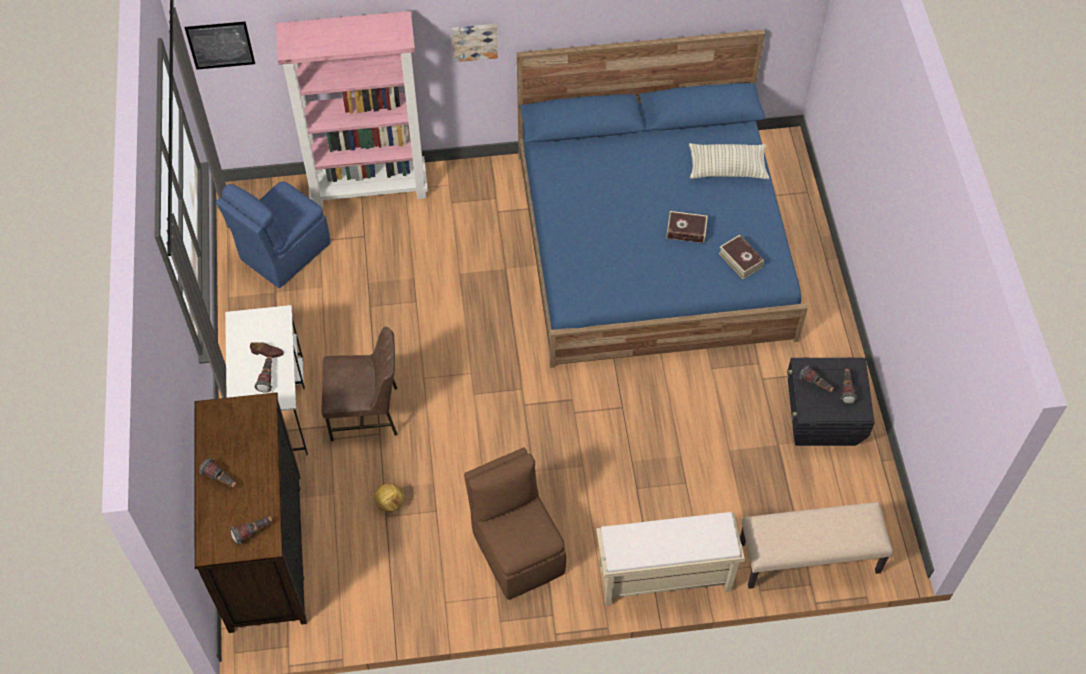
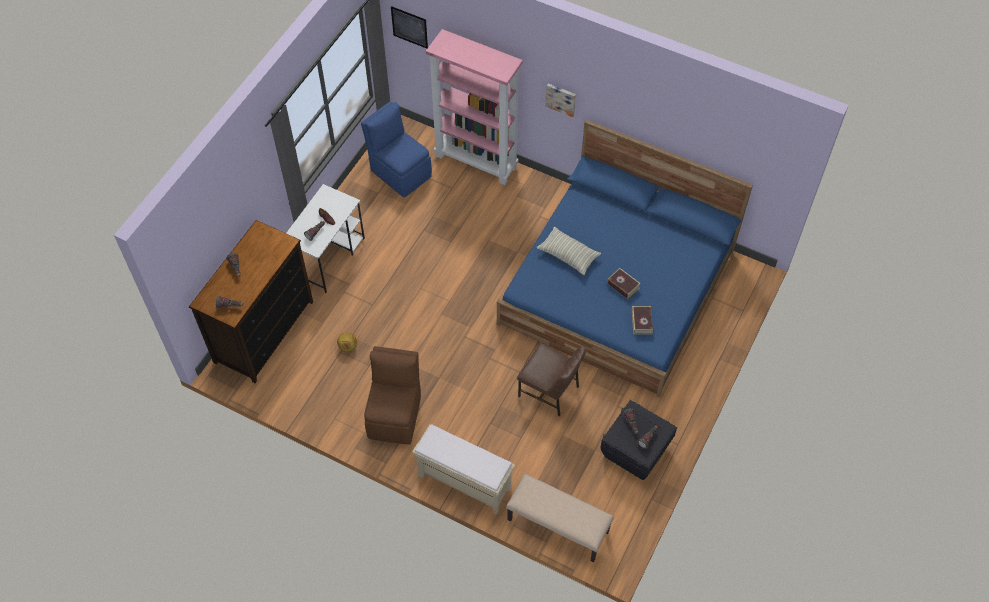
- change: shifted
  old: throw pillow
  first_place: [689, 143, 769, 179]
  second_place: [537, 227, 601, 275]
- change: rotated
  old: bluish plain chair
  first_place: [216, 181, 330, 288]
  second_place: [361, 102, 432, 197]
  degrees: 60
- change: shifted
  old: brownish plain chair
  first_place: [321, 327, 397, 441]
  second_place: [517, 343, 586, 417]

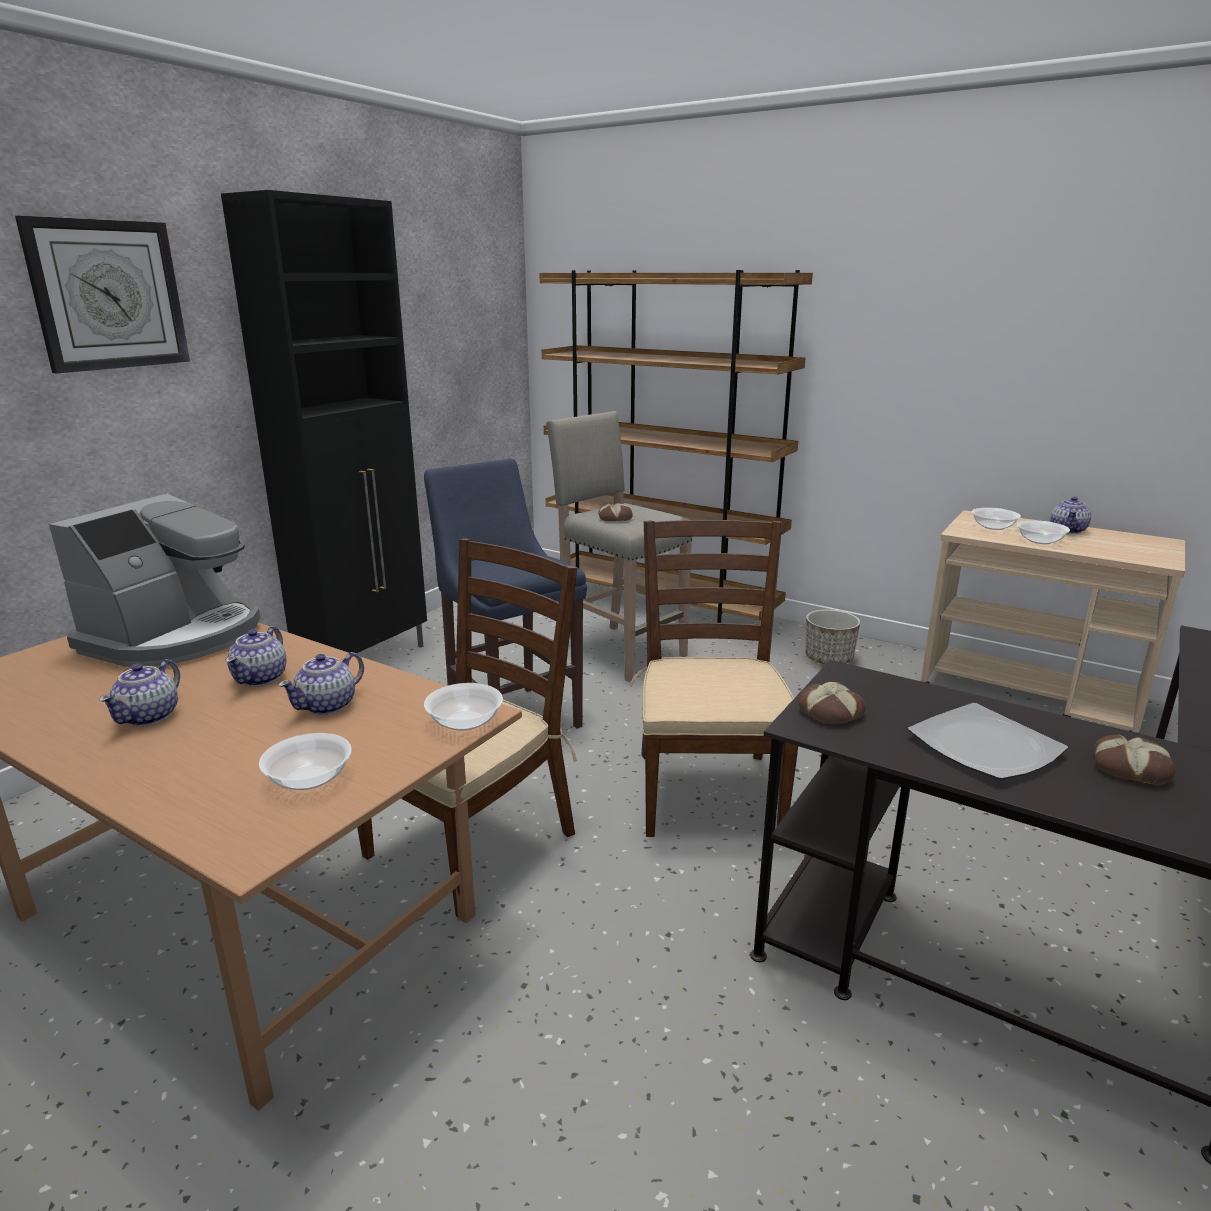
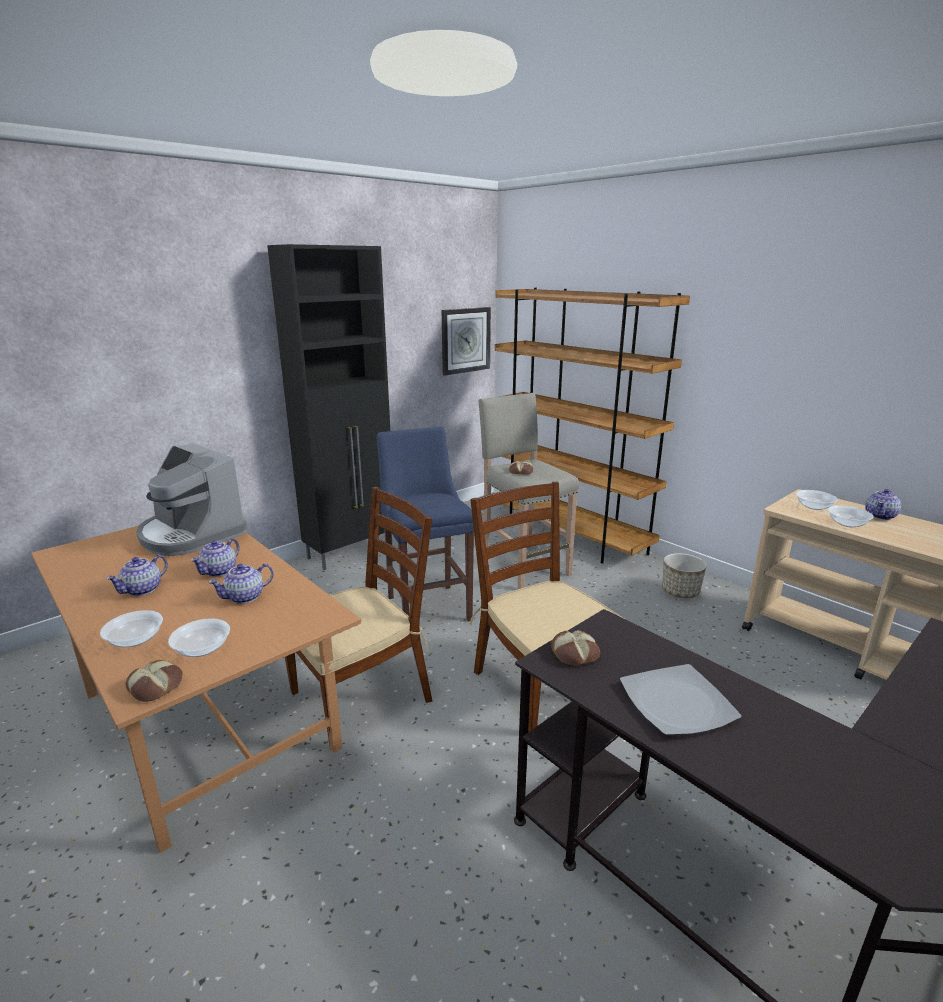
- change: shifted
  old: wall clock
  first_place: [15, 216, 190, 374]
  second_place: [442, 307, 491, 375]
- change: rotated
  old: coffee machine
  first_place: [49, 494, 260, 667]
  second_place: [136, 443, 247, 556]
  degrees: 90
- change: rotated
  old: brownish plain chair
  first_place: [630, 520, 798, 837]
  second_place: [469, 482, 623, 732]
  degrees: -45
- change: shifted
  old: bowl
  first_place: [424, 683, 503, 731]
  second_place: [100, 610, 163, 648]
- change: shifted
  old: bread
  first_place: [1094, 734, 1175, 785]
  second_place: [126, 660, 183, 702]

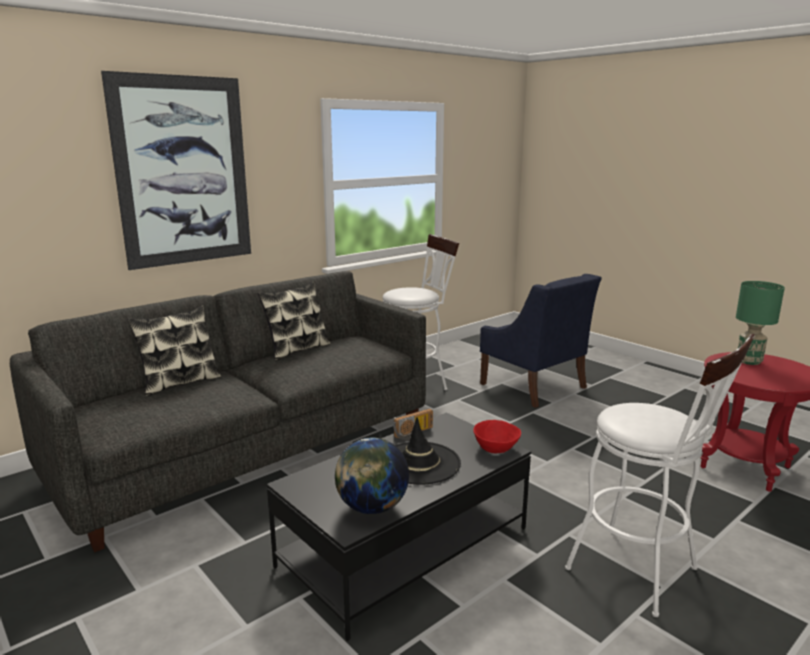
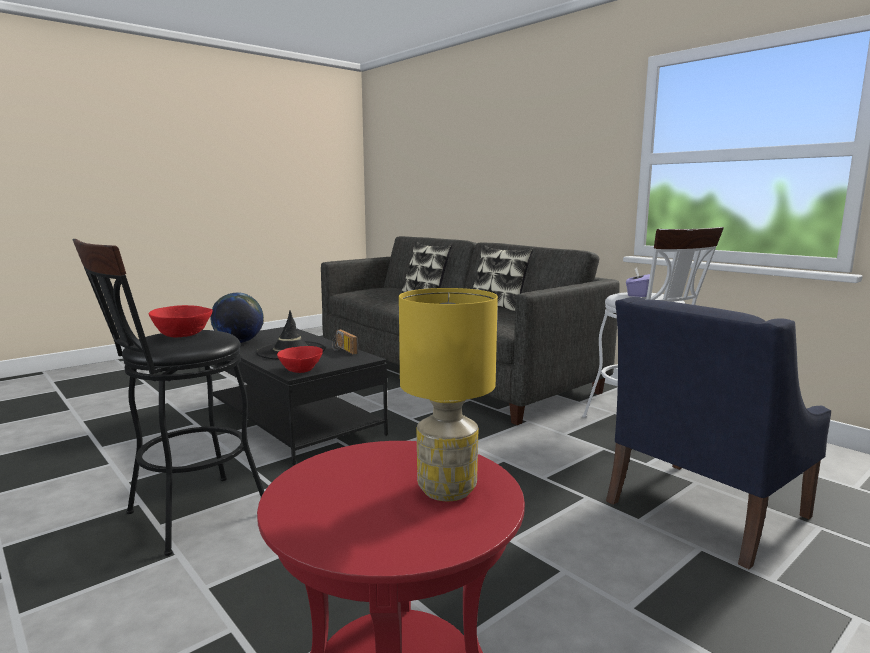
- change: gone
  old: wall art
  first_place: [101, 71, 251, 270]
- change: repainted
  old: greenish tabletop lamp
  new: yellow-coloured tabletop lamp
  first_place: [736, 281, 785, 365]
  second_place: [399, 288, 498, 501]
- change: repainted
  old: white stool
  new: black-coloured stool
  first_place: [565, 334, 755, 617]
  second_place: [72, 239, 264, 556]
- change: new
  new: purple tissue holder
  second_place: [626, 268, 650, 297]
- change: new
  new: red bowl
  second_place: [149, 305, 213, 337]

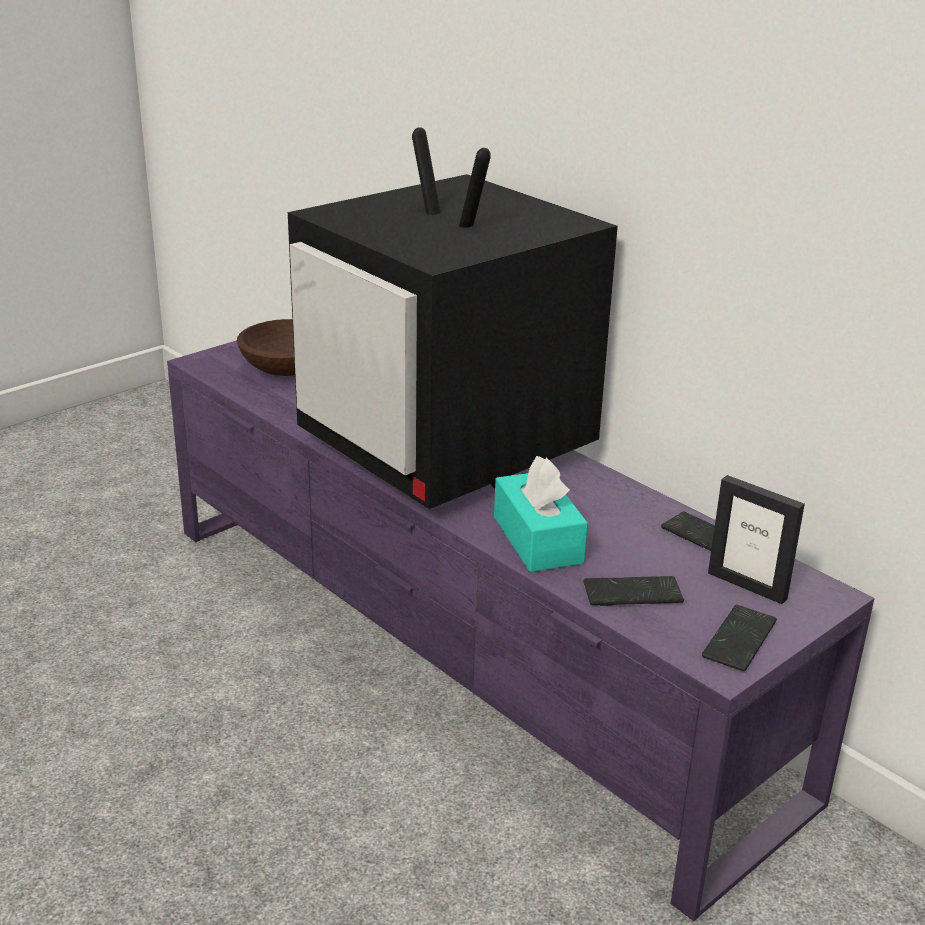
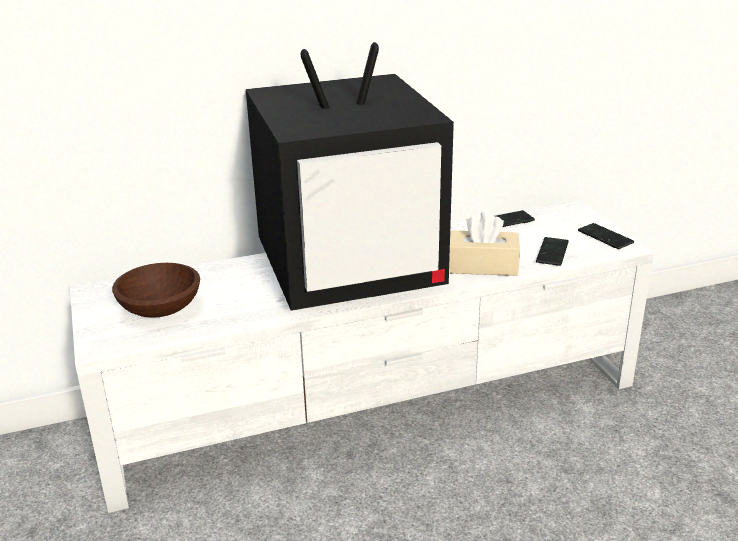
- change: repainted
  old: purple tv unit
  new: white tv unit
  first_place: [167, 340, 875, 921]
  second_place: [70, 200, 654, 513]
- change: repainted
  old: turquoise-coloured tissue holder
  new: sand-coloured tissue holder
  first_place: [494, 456, 588, 572]
  second_place: [449, 211, 520, 276]
- change: gone
  old: standing frame
  first_place: [708, 475, 805, 604]

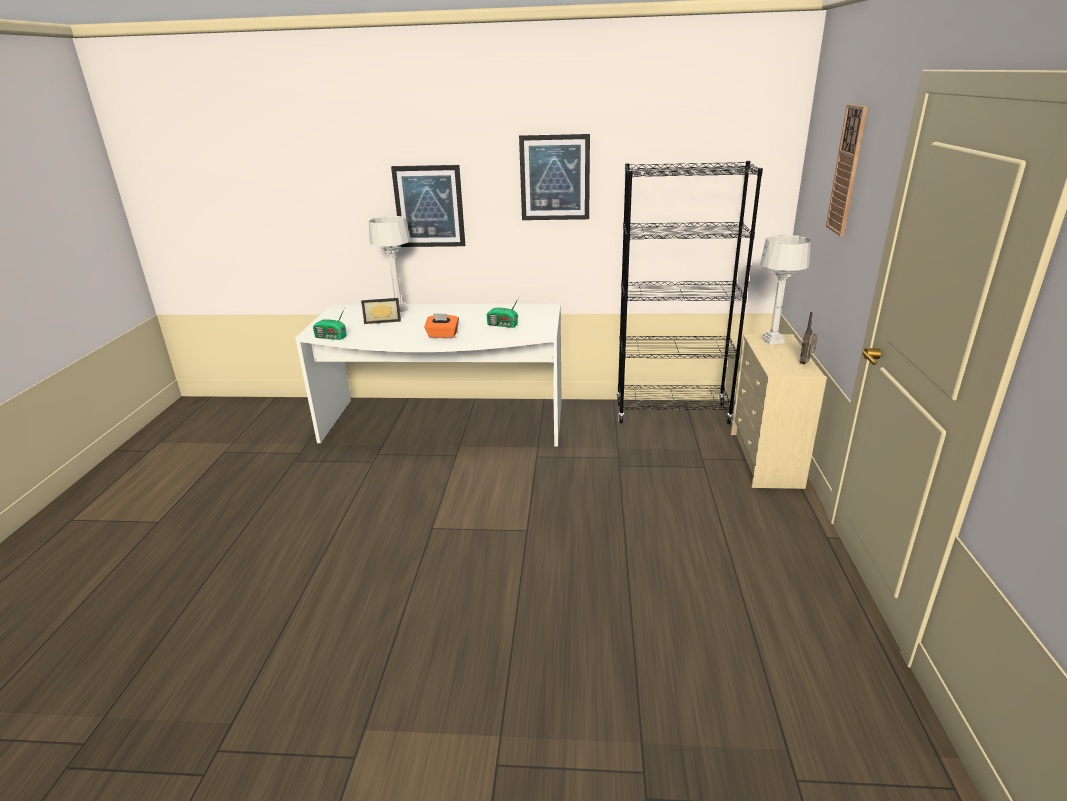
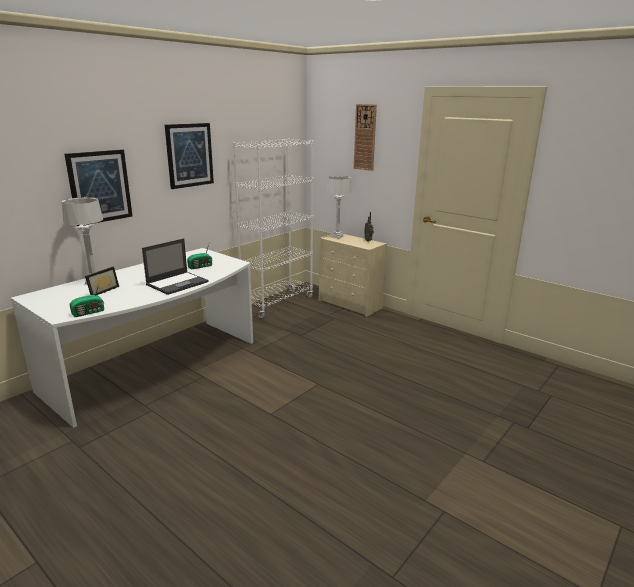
- change: repainted
  old: black-coloured bookcase
  new: white bookcase
  first_place: [617, 161, 763, 424]
  second_place: [233, 138, 314, 318]
- change: swapped
  old: orangey tissue holder
  new: notebook computer
  first_place: [424, 313, 459, 338]
  second_place: [142, 238, 208, 295]

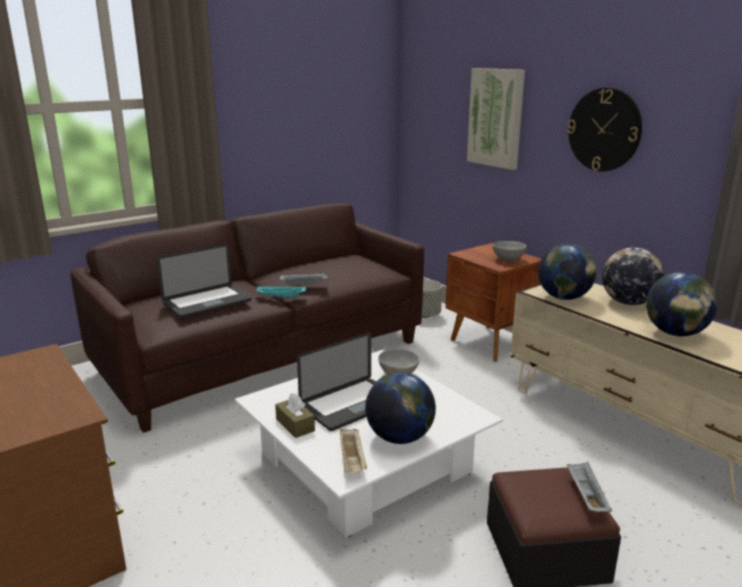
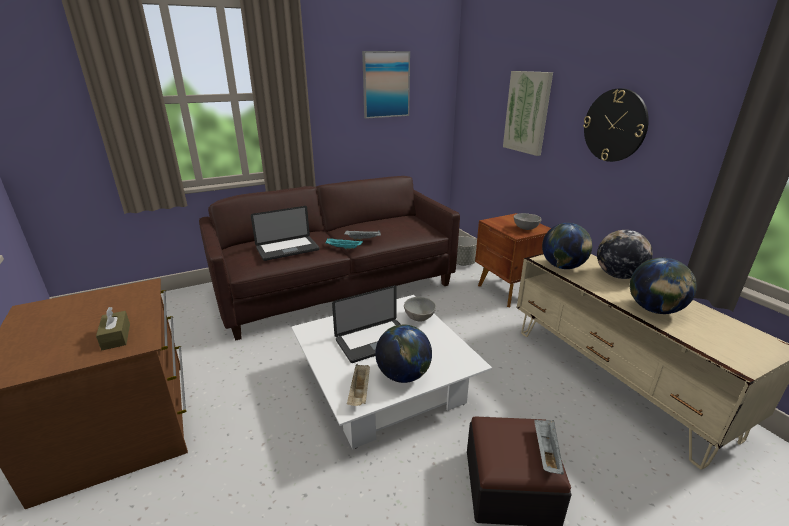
- change: shifted
  old: brownish tissue holder
  first_place: [275, 393, 315, 438]
  second_place: [96, 307, 130, 350]
- change: new
  new: wall art
  second_place: [362, 51, 410, 119]

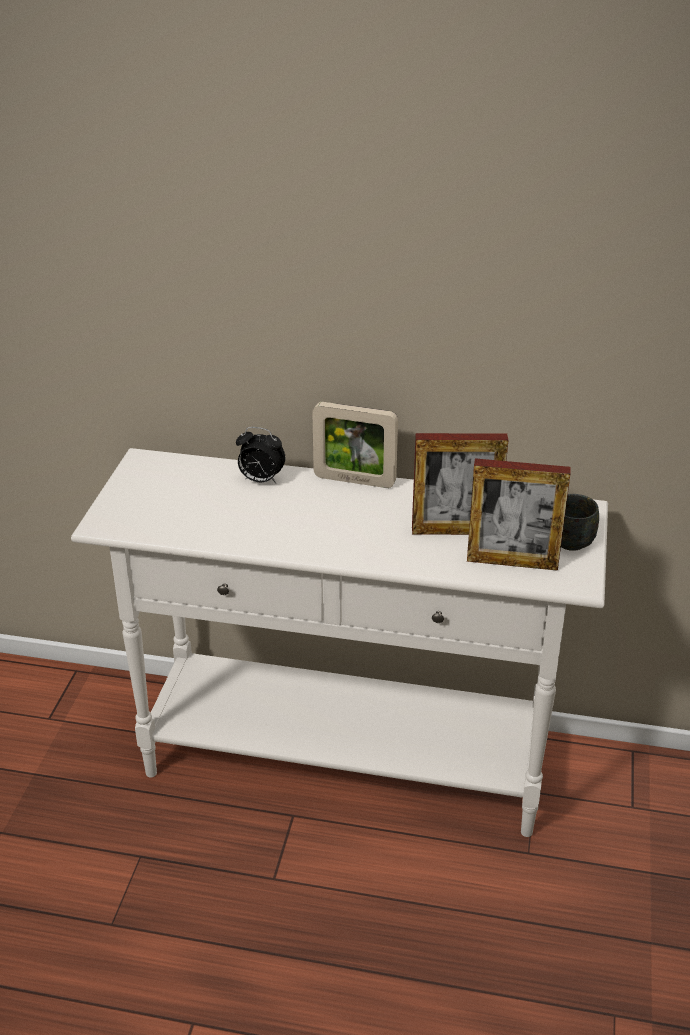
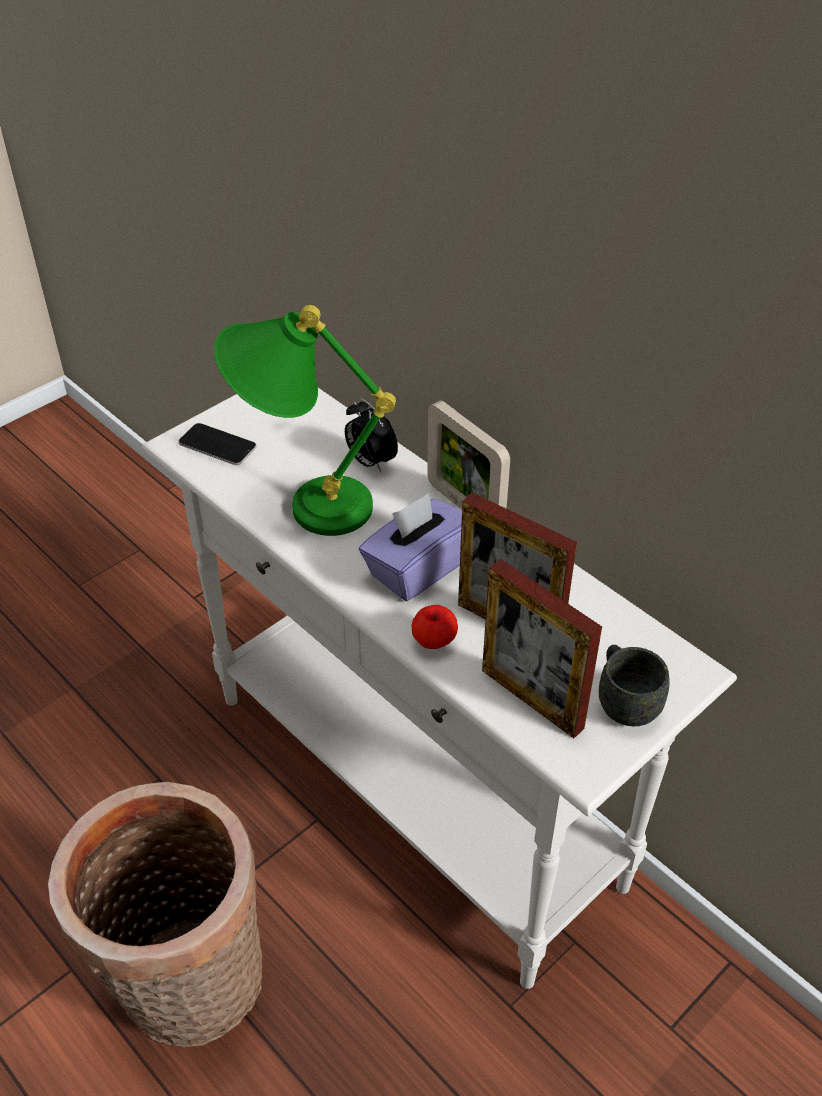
- change: new
  new: greenish tabletop lamp
  second_place: [214, 305, 396, 536]
- change: new
  new: handset
  second_place: [179, 423, 257, 465]
- change: new
  new: purple tissue holder
  second_place: [359, 493, 462, 601]
- change: new
  new: apple fruit
  second_place: [412, 605, 458, 649]
- change: new
  new: household basket
  second_place: [48, 782, 263, 1047]

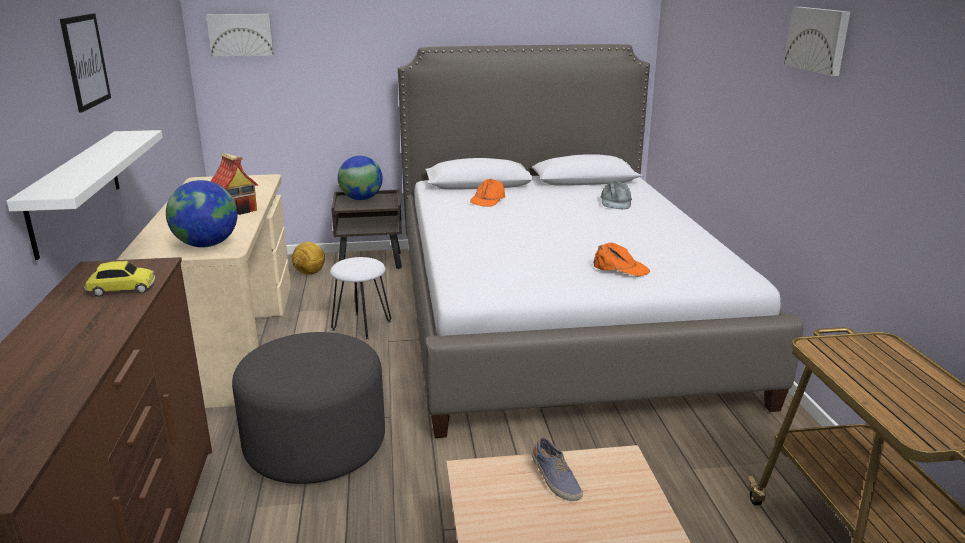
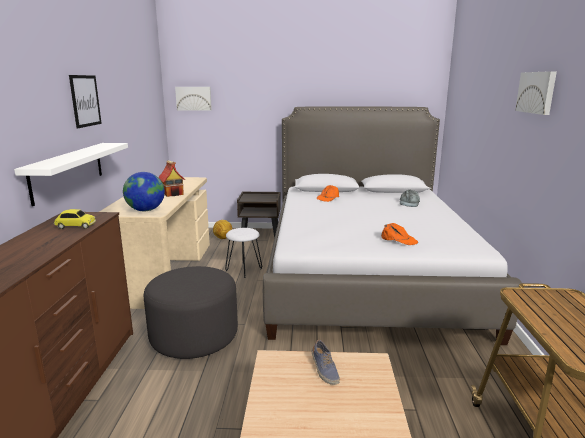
- change: gone
  old: globe
  first_place: [338, 156, 383, 200]

